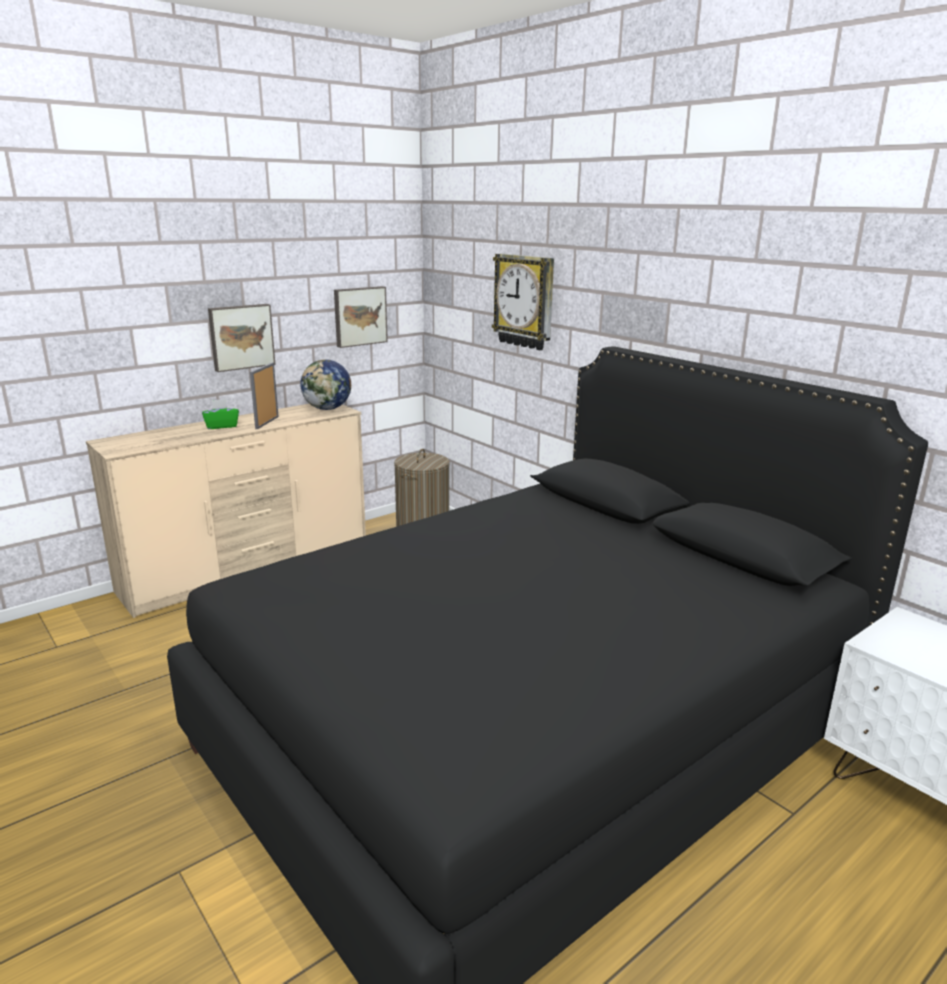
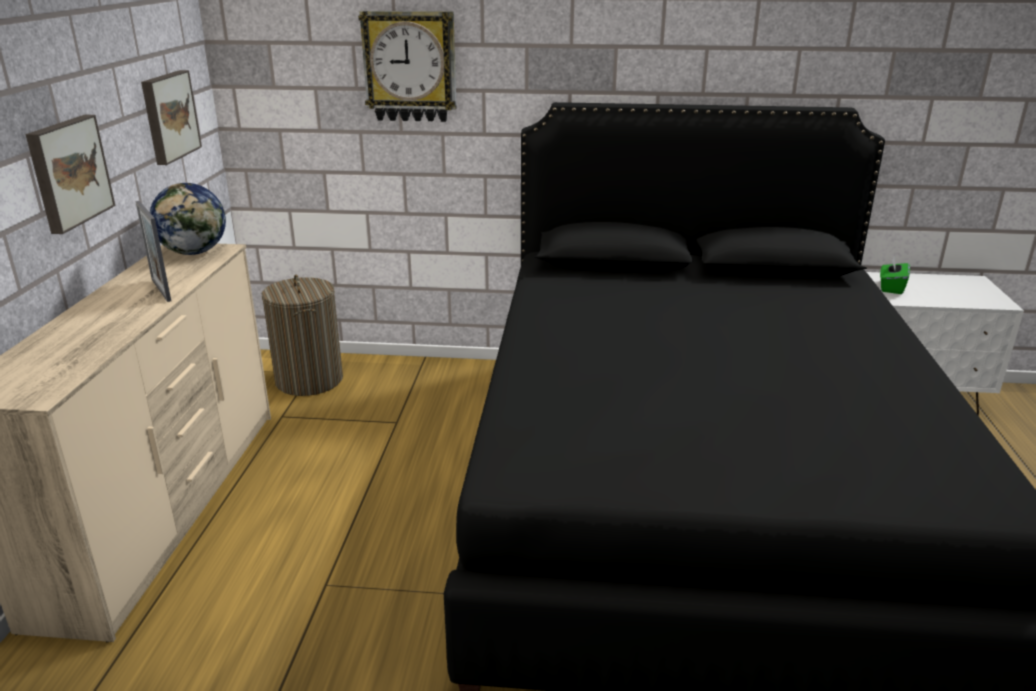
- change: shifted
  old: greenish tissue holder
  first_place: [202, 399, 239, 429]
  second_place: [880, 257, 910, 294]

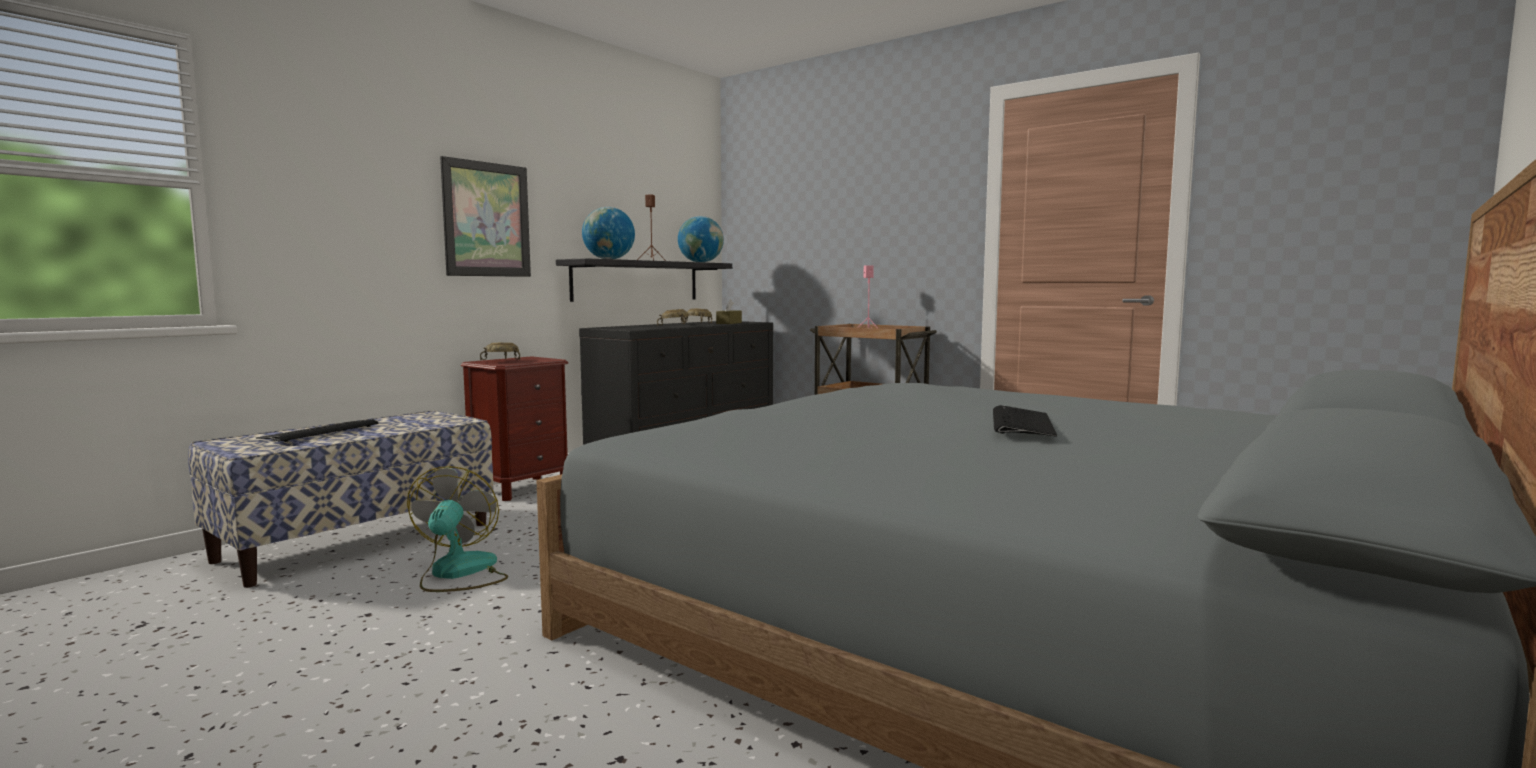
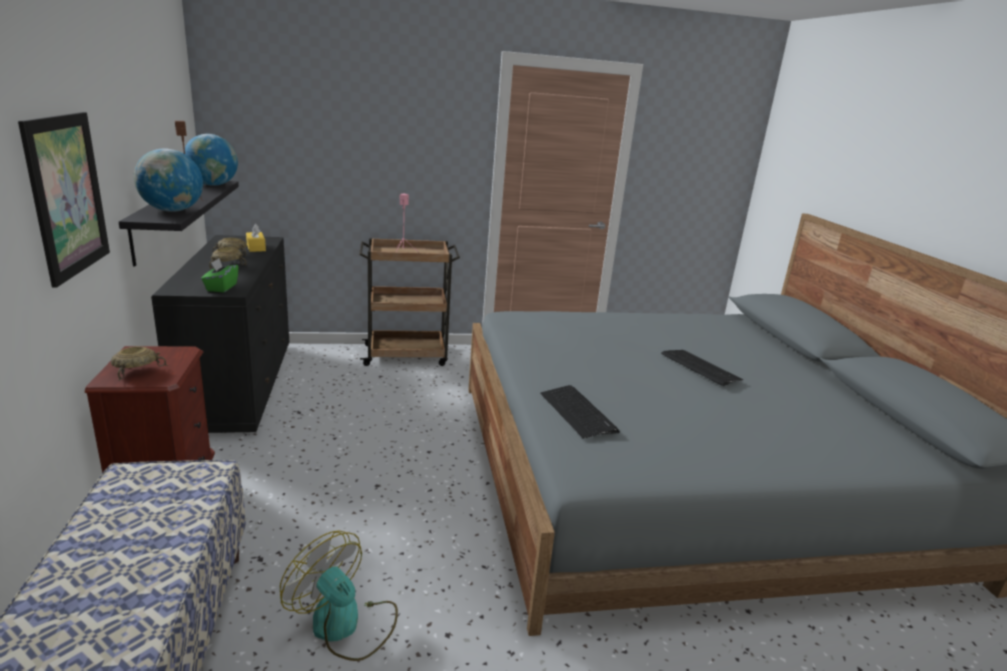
- change: repainted
  old: brownish tissue holder
  new: yellow-coloured tissue holder
  first_place: [716, 299, 742, 324]
  second_place: [246, 224, 266, 252]
- change: shifted
  old: computer keyboard
  first_place: [256, 419, 379, 442]
  second_place: [540, 385, 620, 439]
- change: new
  new: greenish tissue holder
  second_place: [201, 258, 238, 292]

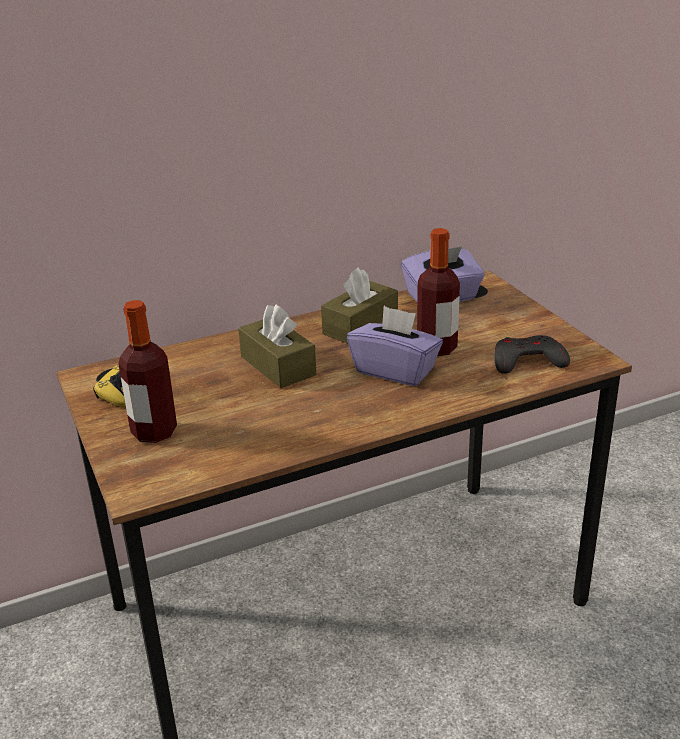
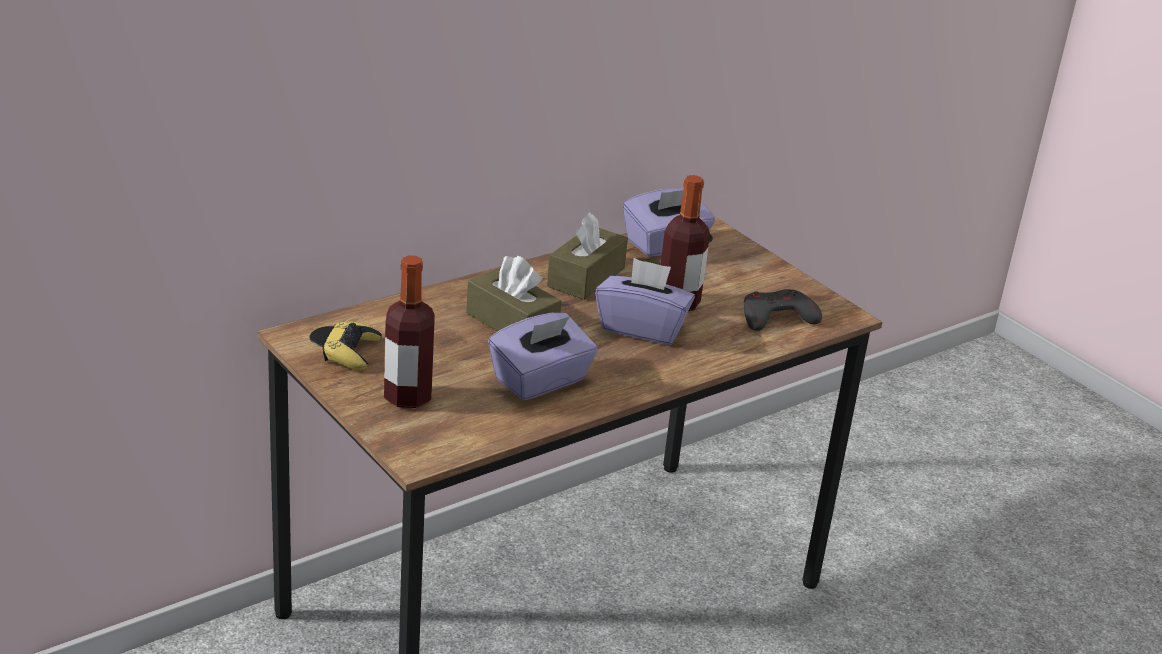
- change: new
  new: purple tissue holder
  second_place: [488, 313, 598, 400]

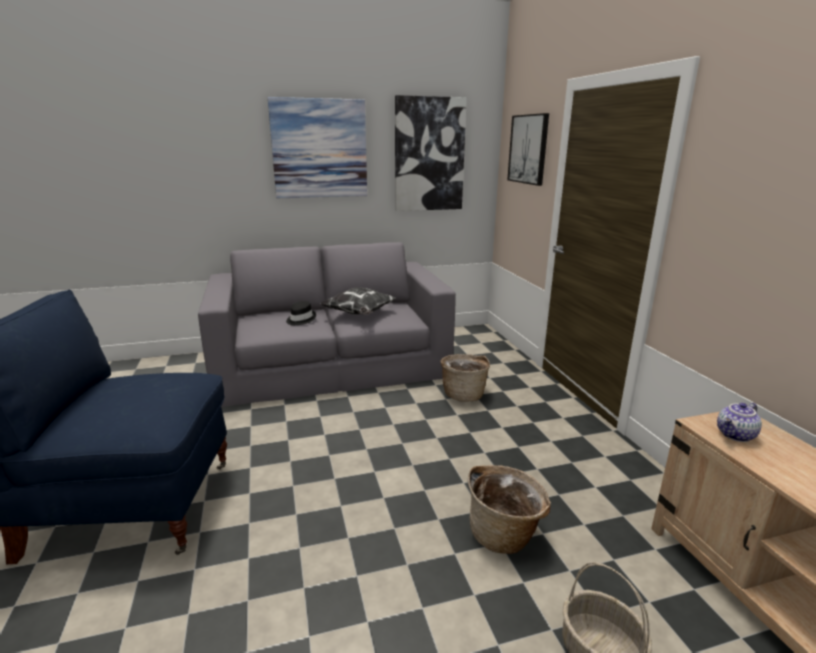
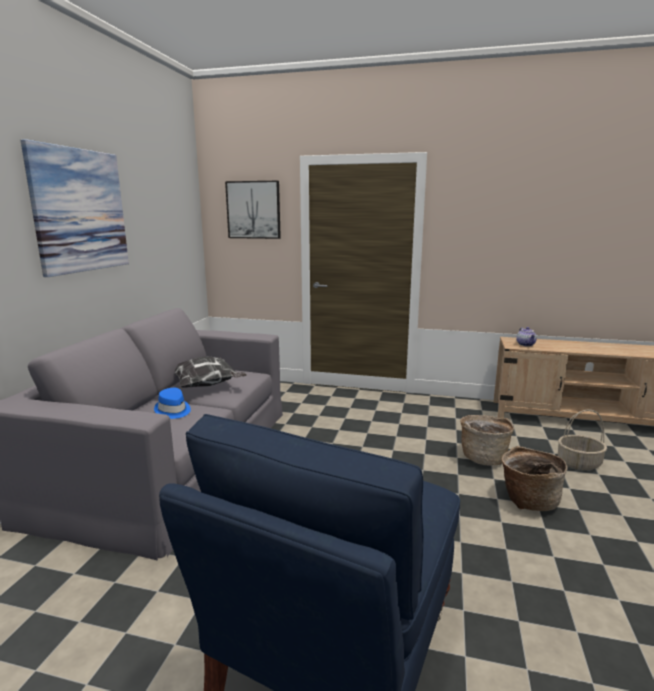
- change: gone
  old: wall art
  first_place: [395, 95, 467, 211]
- change: repainted
  old: black-coloured wearable hat
  new: bluish wearable hat
  first_place: [286, 301, 316, 325]
  second_place: [154, 388, 191, 419]
- change: shifted
  old: household basket
  first_place: [441, 354, 490, 402]
  second_place: [502, 446, 567, 511]

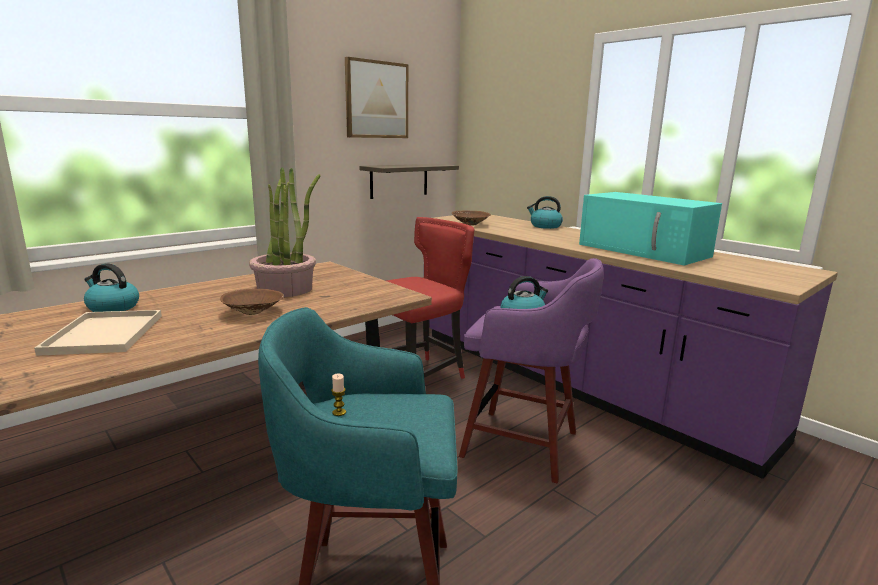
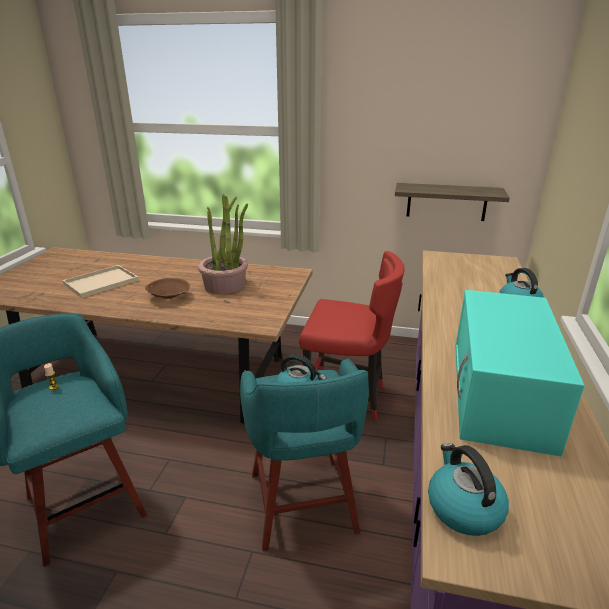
- change: gone
  old: wall art
  first_place: [345, 57, 408, 138]
- change: gone
  old: brownish bowl
  first_place: [452, 211, 491, 226]
- change: repainted
  old: purple stool
  new: turquoise-coloured stool
  first_place: [459, 258, 604, 483]
  second_place: [240, 358, 369, 551]
- change: shifted
  old: water kettle
  first_place: [84, 263, 139, 312]
  second_place: [428, 443, 509, 536]

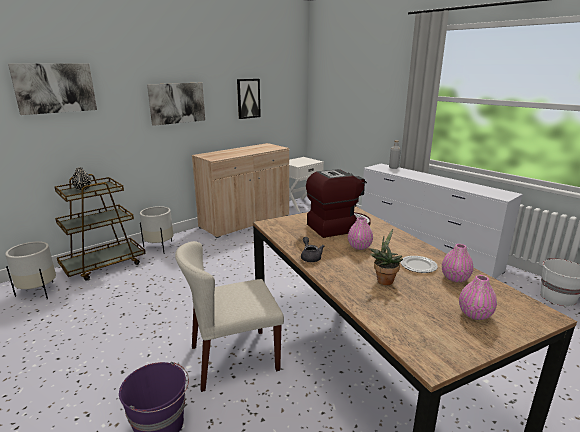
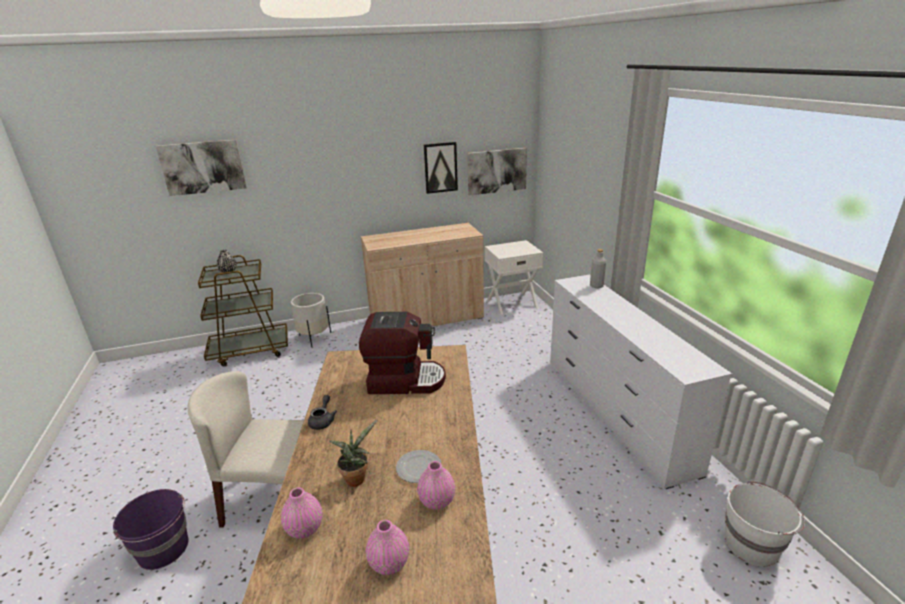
- change: shifted
  old: wall art
  first_place: [147, 83, 205, 126]
  second_place: [467, 148, 527, 195]
- change: shifted
  old: pink-coloured flower vase
  first_place: [348, 217, 373, 250]
  second_place: [281, 487, 323, 538]
- change: gone
  old: white plant pot
  first_place: [5, 241, 56, 299]

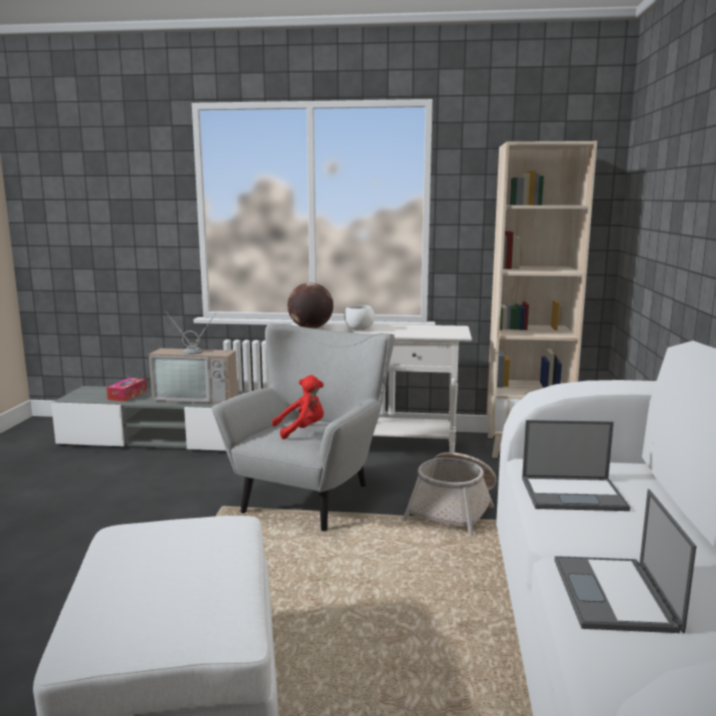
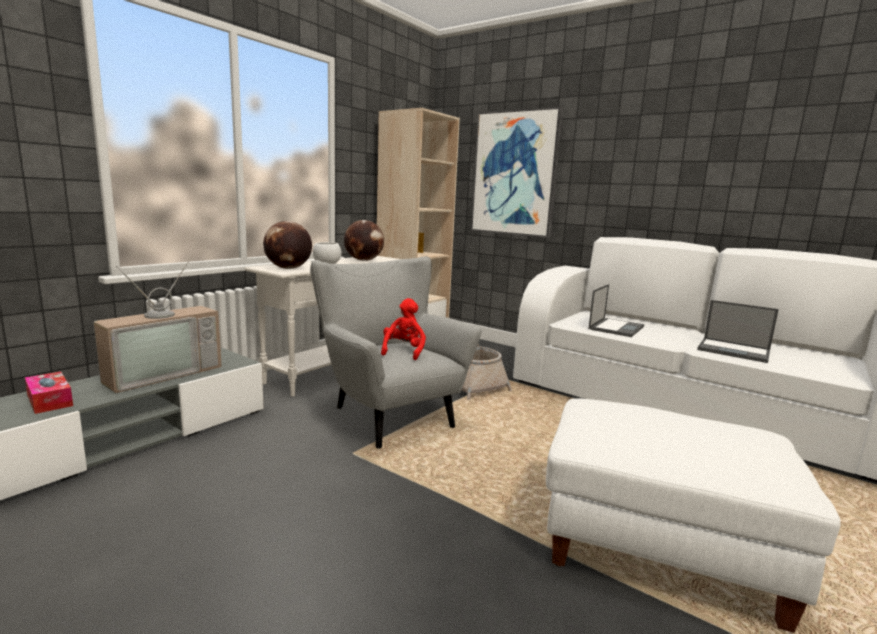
- change: new
  new: wall art
  second_place: [471, 107, 564, 238]
- change: new
  new: globe
  second_place: [344, 220, 384, 261]

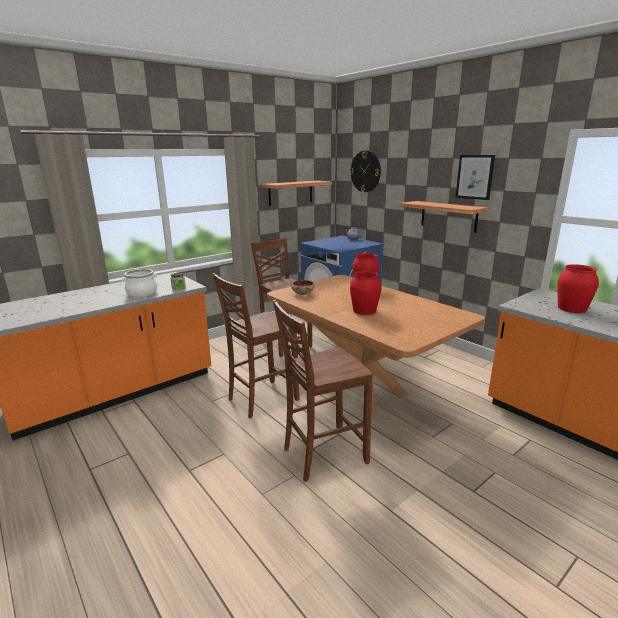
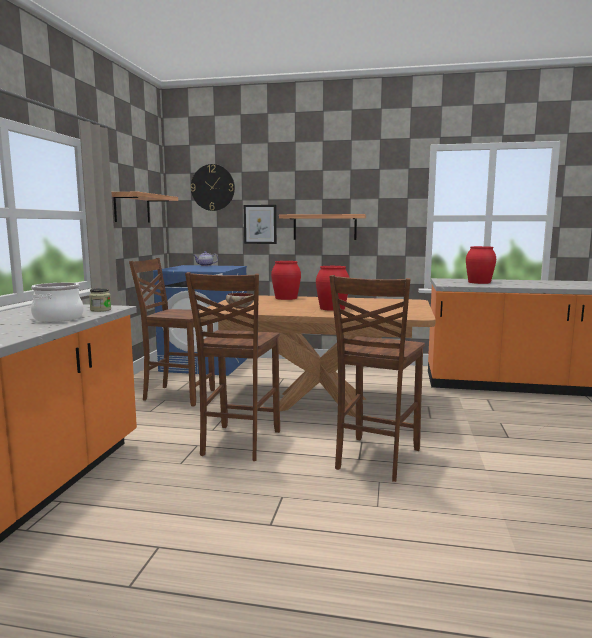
- change: shifted
  old: wall art
  first_place: [456, 155, 495, 200]
  second_place: [244, 205, 277, 244]

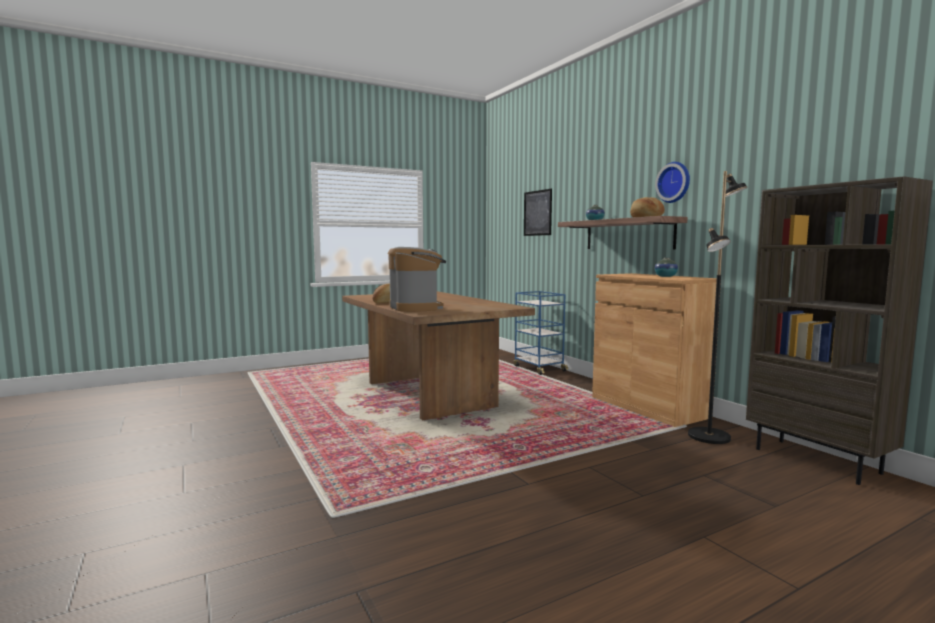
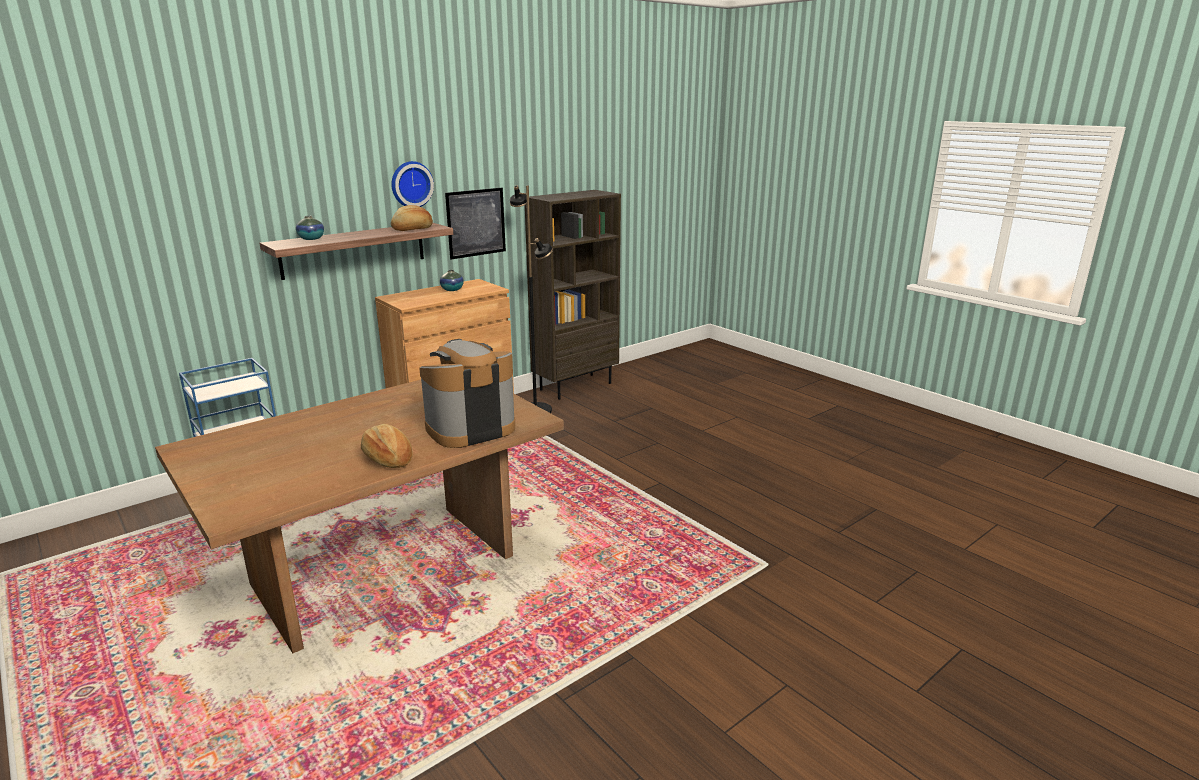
- change: shifted
  old: wall art
  first_place: [524, 189, 552, 236]
  second_place: [445, 188, 506, 259]

